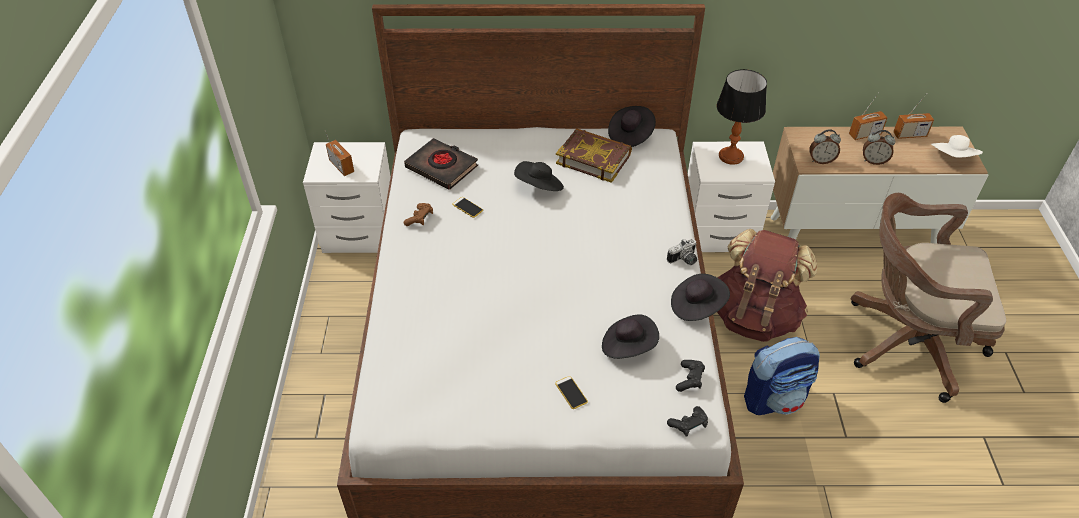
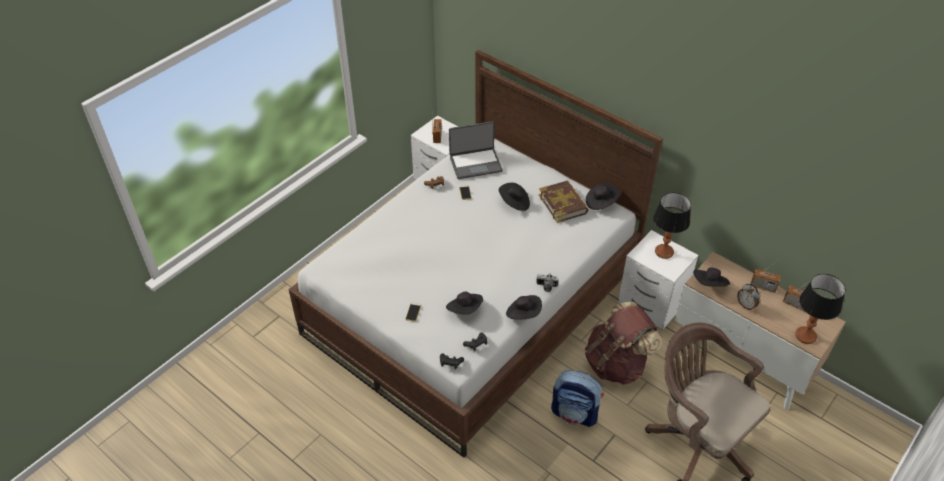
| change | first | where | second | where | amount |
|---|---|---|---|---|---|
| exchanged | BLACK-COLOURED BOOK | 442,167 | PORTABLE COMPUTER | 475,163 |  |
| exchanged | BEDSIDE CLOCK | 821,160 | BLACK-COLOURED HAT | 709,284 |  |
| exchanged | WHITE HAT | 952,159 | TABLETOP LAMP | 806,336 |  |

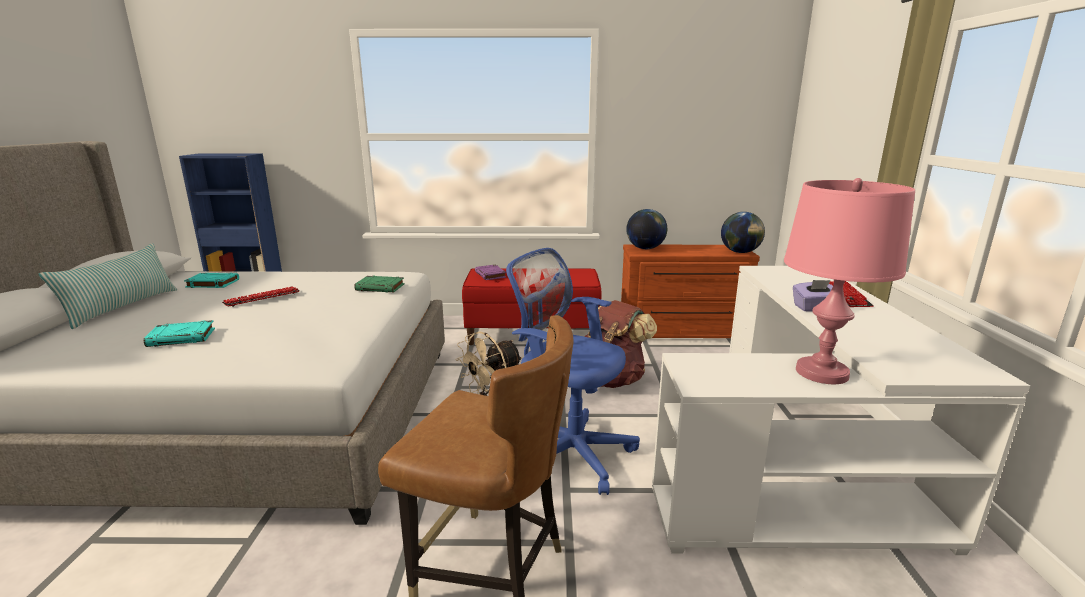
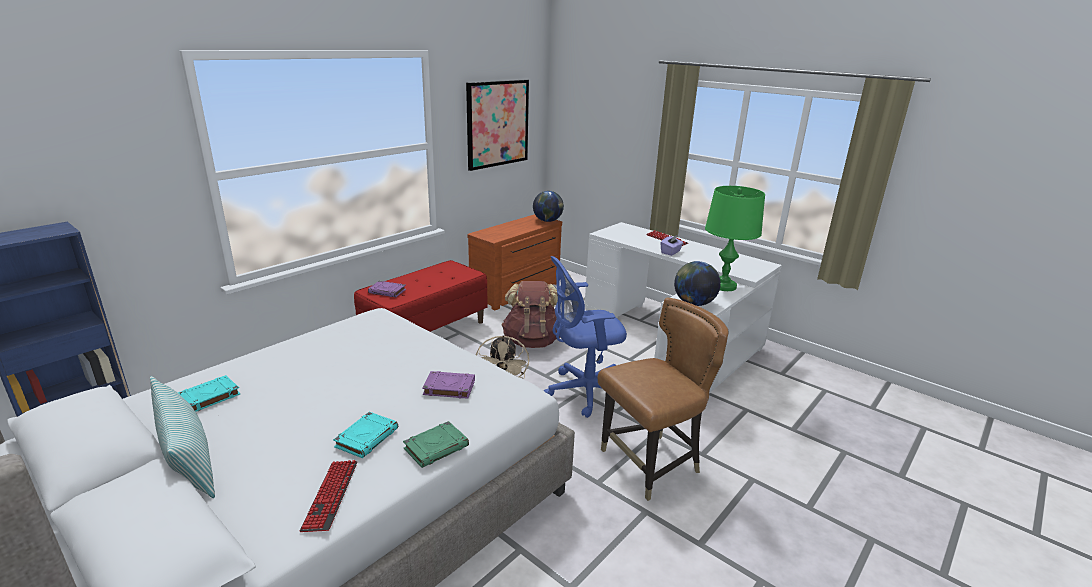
| change | first | where | second | where | amount |
|---|---|---|---|---|---|
| relocated | PC KEYBOARD | 262,298 |  | 330,496 |  |
| relocated | GREEN-COLOURED BOOK | 381,287 |  | 436,447 |  |
| relocated | GLOBE | 645,248 |  | 693,303 |  |
| colour | PINKISH TABLETOP LAMP | 822,373 | GREEN-COLOURED TABLETOP LAMP | 723,286 |  |
| appeared |  |  | PURPLE-COLOURED BOOK | 448,388 |  |
| appeared |  |  | WALL PICTURE | 497,123 |  |

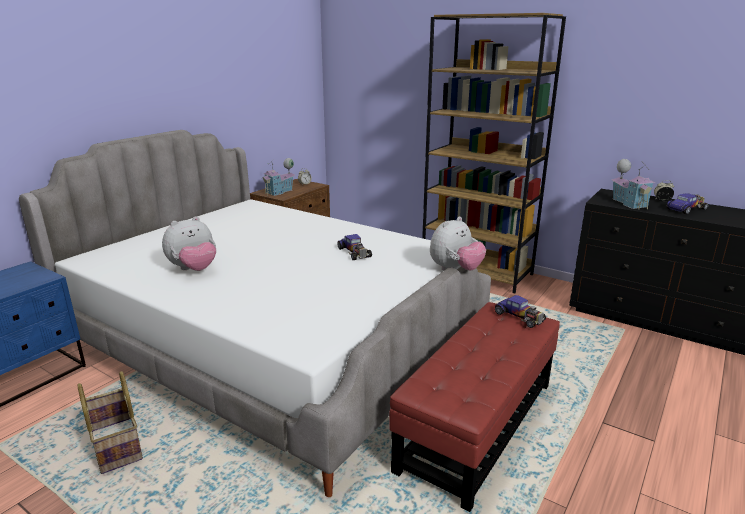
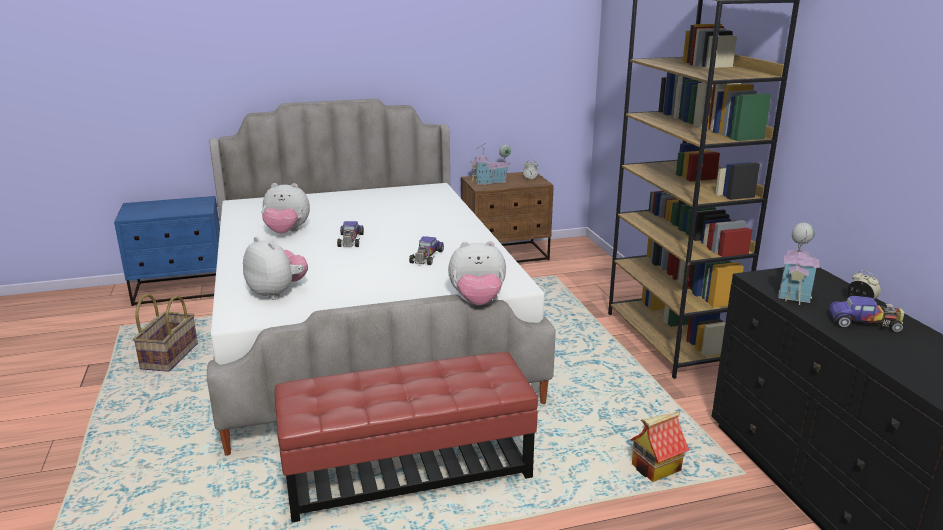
| change | first | where | second | where | amount |
|---|---|---|---|---|---|
| relocated | MODEL CAR | 519,316 |  | 350,240 |  |
| appeared |  |  | CUDDLY TOY | 277,293 |  |
| appeared |  |  | MODEL HOUSE | 656,469 |  |

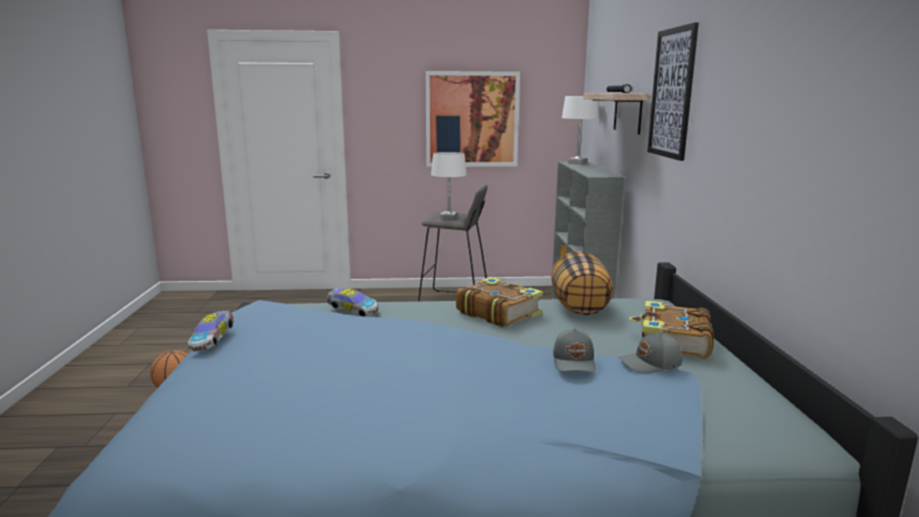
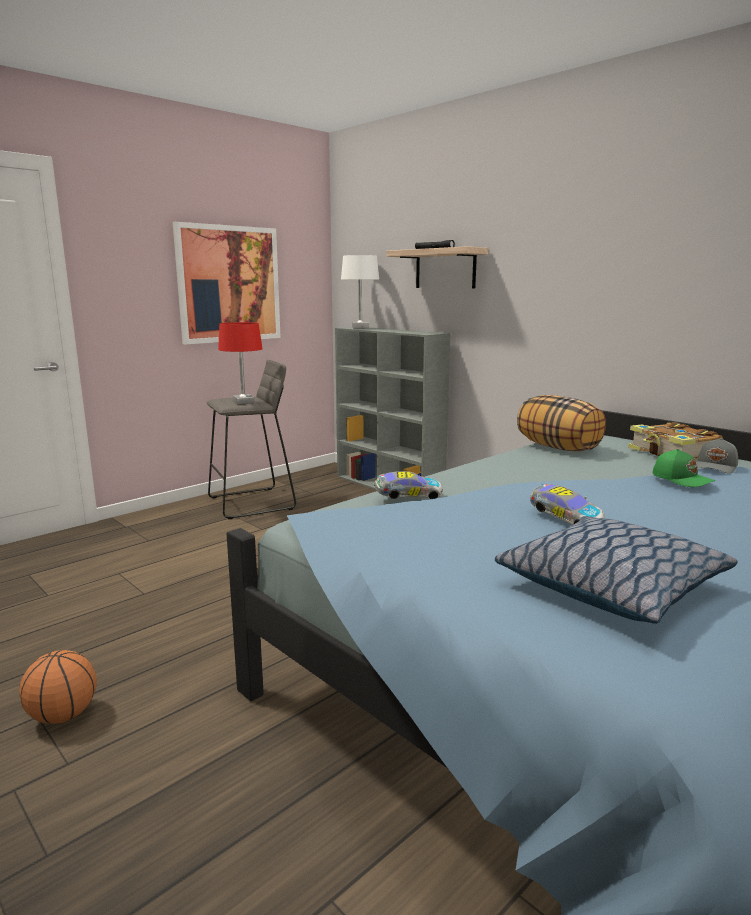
| change | first | where | second | where | amount |
|---|---|---|---|---|---|
| relocated | MODEL CAR | 213,340 |  | 564,519 |  |
| colour | WHITE TABLETOP LAMP | 449,218 | RED-COLOURED TABLETOP LAMP | 243,402 |  |
| missing | BOOK | 498,312 |  |  |  |
| colour | GREYISH BASEBALL CAP | 575,362 | GREEN-COLOURED BASEBALL CAP | 682,479 |  |
| missing | WALL PICTURE | 672,93 |  |  |  |
| appeared |  |  | THROW PILLOW | 610,586 |  |

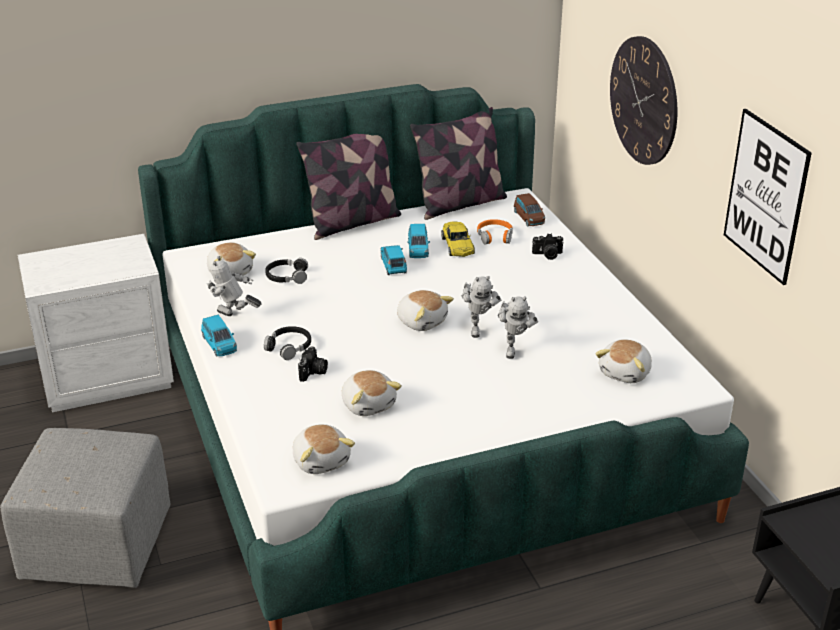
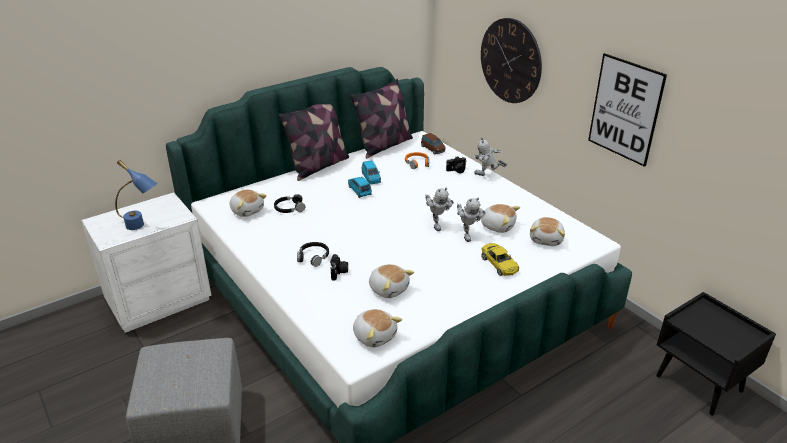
| change | first | where | second | where | amount |
|---|---|---|---|---|---|
| missing | BLUE-COLOURED MODEL CAR | 219,344 |  |  |  |
| relocated | MODEL ROBOT | 234,318 |  | 487,176 |  |
| relocated | CUDDLY TOY | 422,321 |  | 498,226 |  |
| relocated | YELLOW-COLOURED MODEL CAR | 457,245 |  | 499,264 |  |
| appeared |  |  | BLUE-COLOURED TABLETOP LAMP | 142,227 |  |

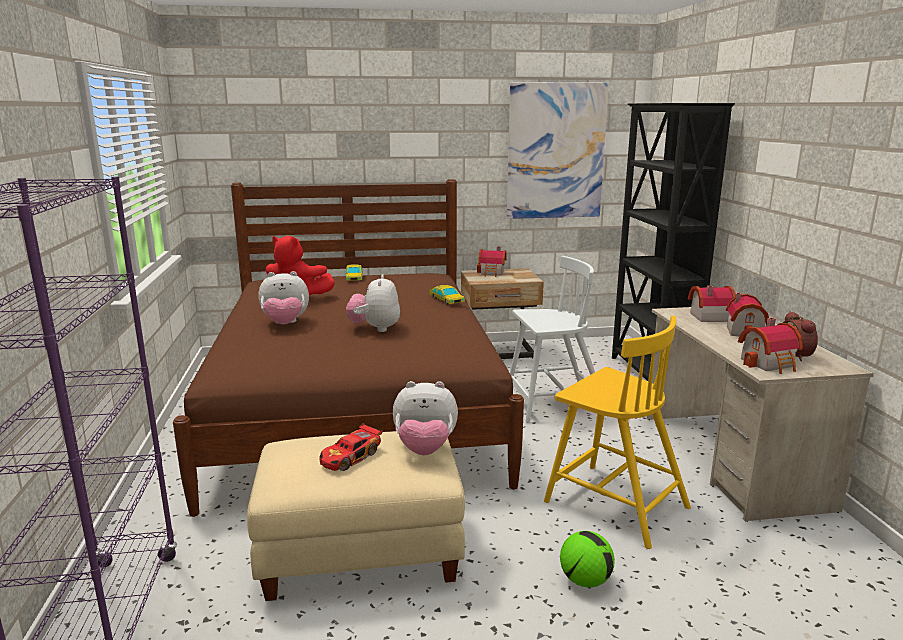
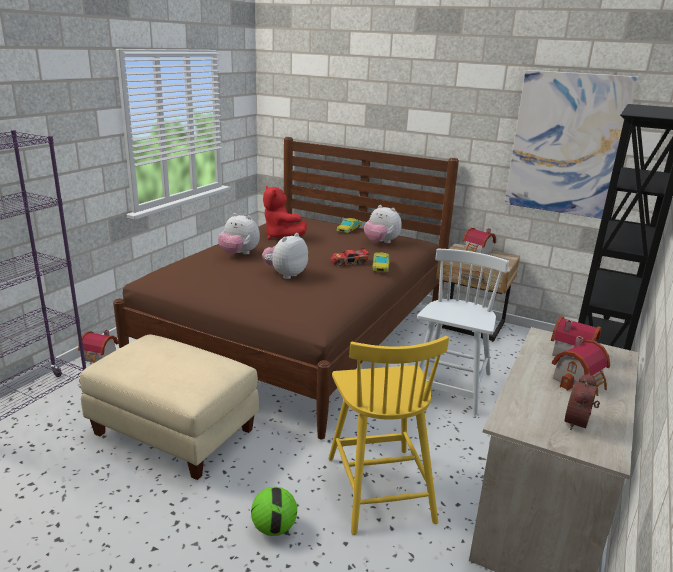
| change | first | where | second | where | amount |
|---|---|---|---|---|---|
| relocated | MODEL CAR | 351,457 |  | 349,262 |  |
| relocated | CUDDLY TOY | 425,449 |  | 381,242 |  |
| spun | WHITE UPRIGHT CHAIR | 553,404 |  | 451,387 | 90 degrees counterclockwise |
| relocated | MODEL HOUSE | 770,363 |  | 99,358 |  |

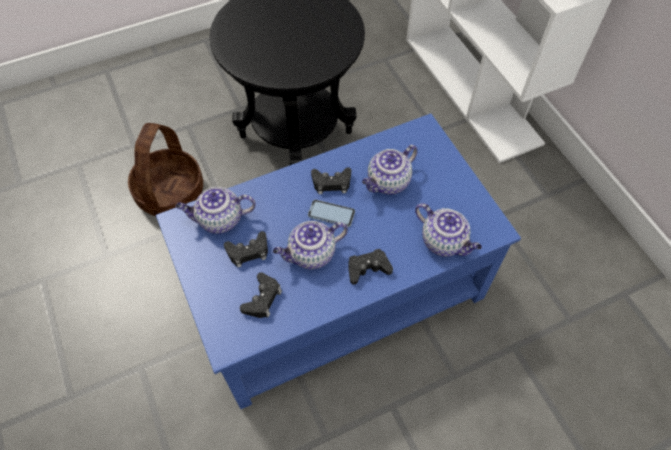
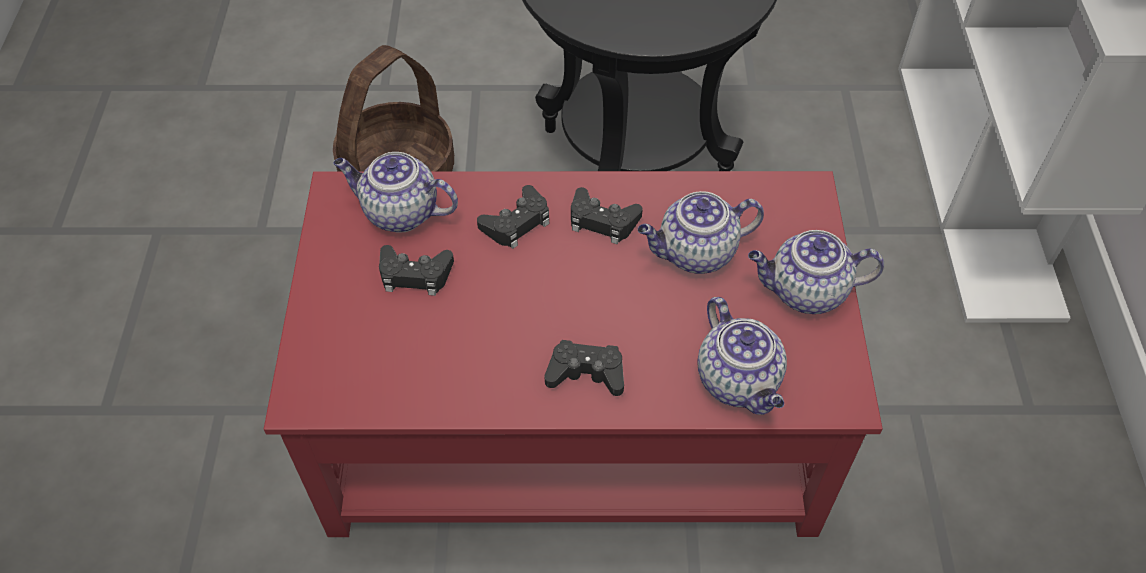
| change | first | where | second | where | amount |
|---|---|---|---|---|---|
| colour | BLUE-COLOURED LOUNGE TABLE | 334,289 | RED-COLOURED LOUNGE TABLE | 570,416 |  |
| relocated | BLACK-COLOURED GAME CONTROLLER | 262,299 |  | 517,223 |  |
| relocated | TEA POT | 311,255 |  | 805,292 |  |
| missing | PHONE | 331,214 |  |  |  |

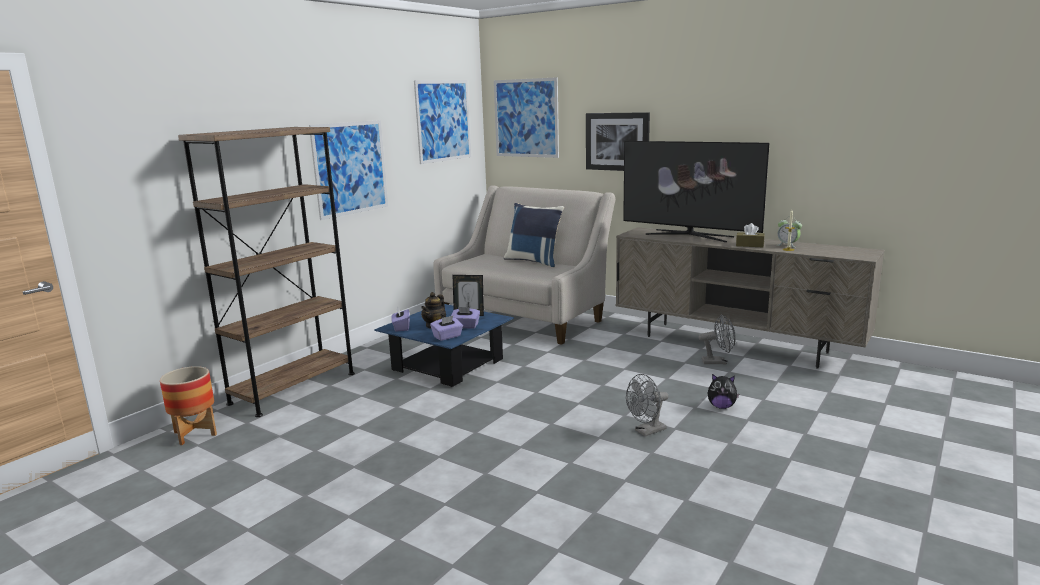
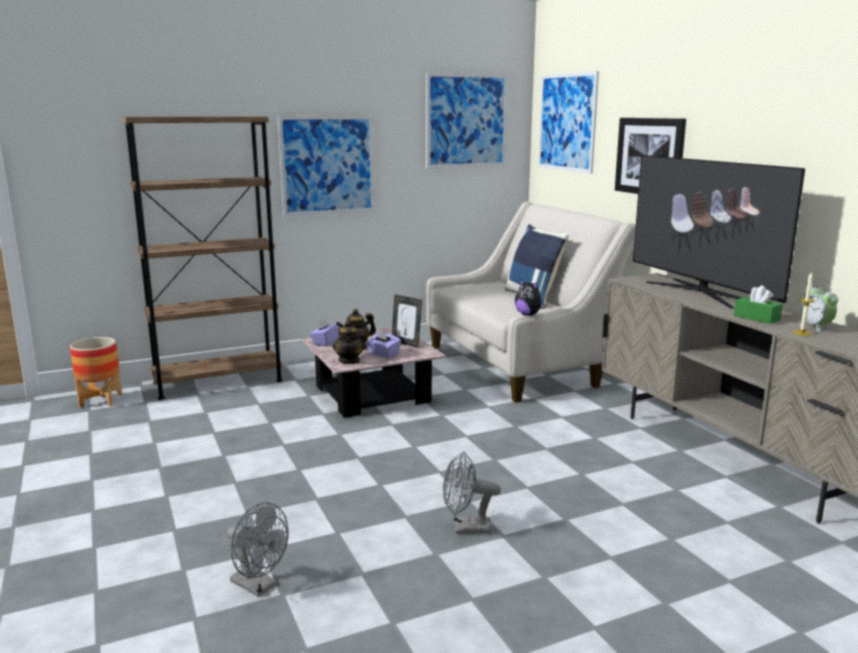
| change | first | where | second | where | amount |
|---|---|---|---|---|---|
| colour | BLUE-COLOURED LOUNGE TABLE | 448,364 | PINKISH LOUNGE TABLE | 372,394 |  |
| exchanged | PURPLE-COLOURED TISSUE BOX | 447,337 | TEA POT | 349,361 |  |
| relocated | GREYISH ELECTRIC FAN | 718,362 |  | 259,586 |  |
| relocated | CUDDLY TOY | 721,406 |  | 528,315 |  |
| colour | BROWNISH TISSUE BOX | 749,245 | GREEN-COLOURED TISSUE BOX | 756,318 |  |

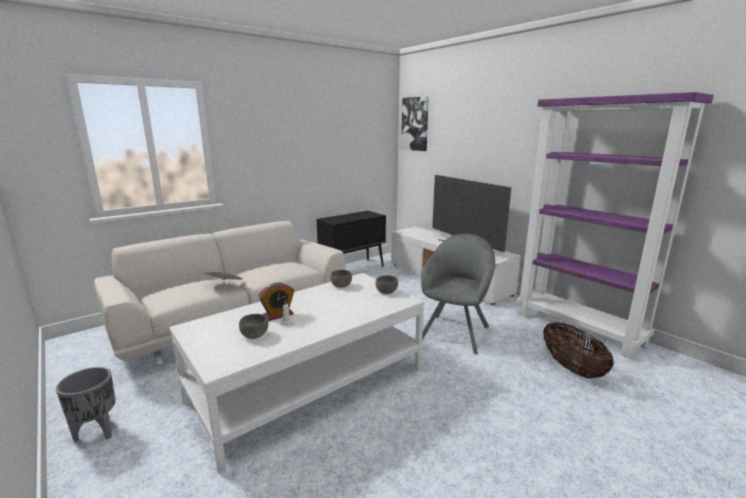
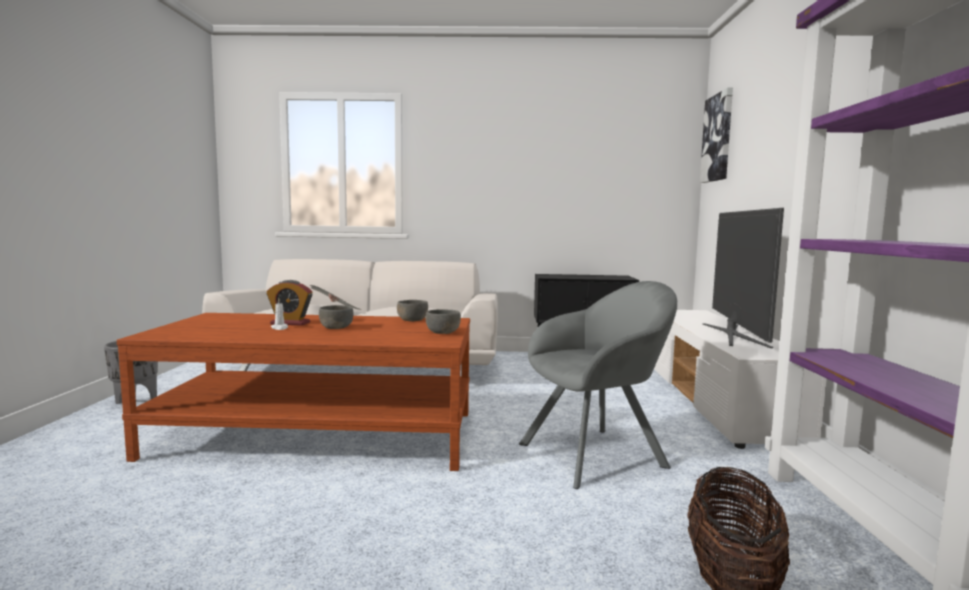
| change | first | where | second | where | amount |
|---|---|---|---|---|---|
| colour | WHITE LOUNGE TABLE | 310,384 | BROWNISH LOUNGE TABLE | 319,435 |  |
| relocated | GREYISH BOWL | 254,335 |  | 336,327 |  |

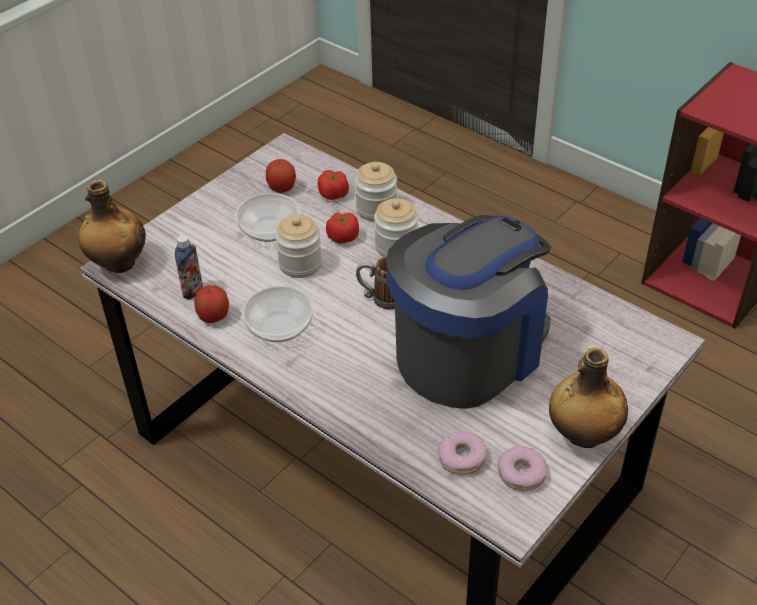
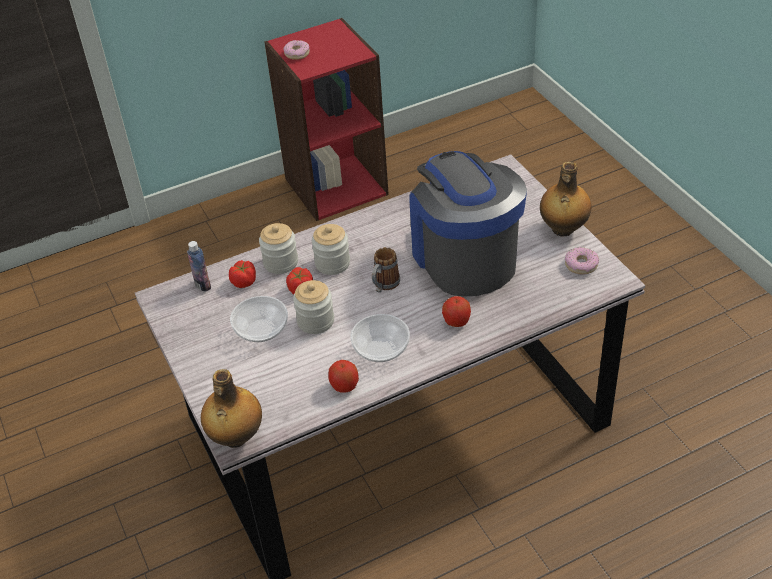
| change | first | where | second | where | amount |
|---|---|---|---|---|---|
| relocated | BEVERAGE BOTTLE | 193,291 |  | 202,285 |  |
| relocated | APPLE | 282,188 |  | 456,322 |  |
| relocated | DOUGHNUT | 462,458 |  | 297,54 |  |

